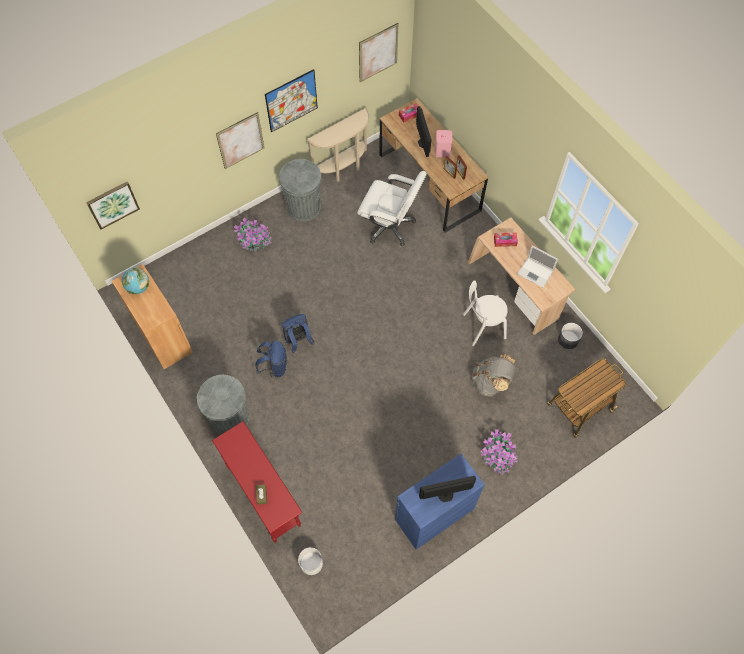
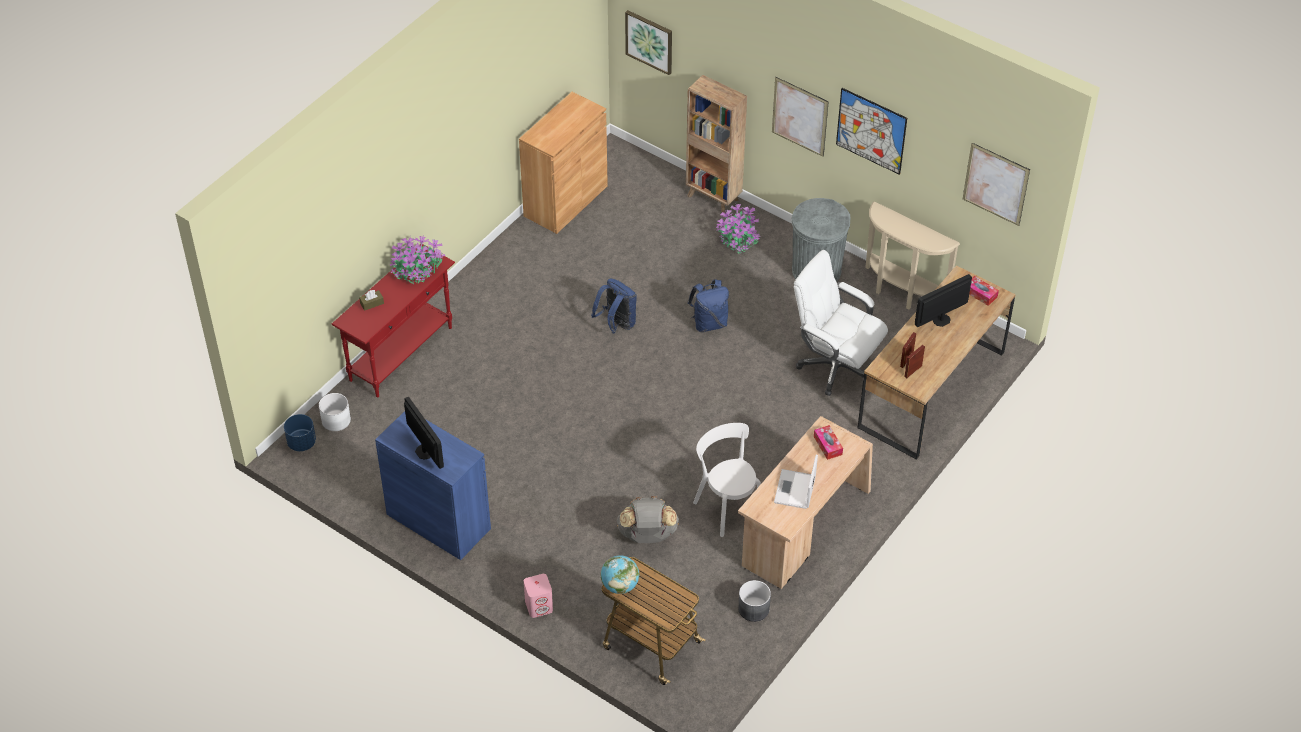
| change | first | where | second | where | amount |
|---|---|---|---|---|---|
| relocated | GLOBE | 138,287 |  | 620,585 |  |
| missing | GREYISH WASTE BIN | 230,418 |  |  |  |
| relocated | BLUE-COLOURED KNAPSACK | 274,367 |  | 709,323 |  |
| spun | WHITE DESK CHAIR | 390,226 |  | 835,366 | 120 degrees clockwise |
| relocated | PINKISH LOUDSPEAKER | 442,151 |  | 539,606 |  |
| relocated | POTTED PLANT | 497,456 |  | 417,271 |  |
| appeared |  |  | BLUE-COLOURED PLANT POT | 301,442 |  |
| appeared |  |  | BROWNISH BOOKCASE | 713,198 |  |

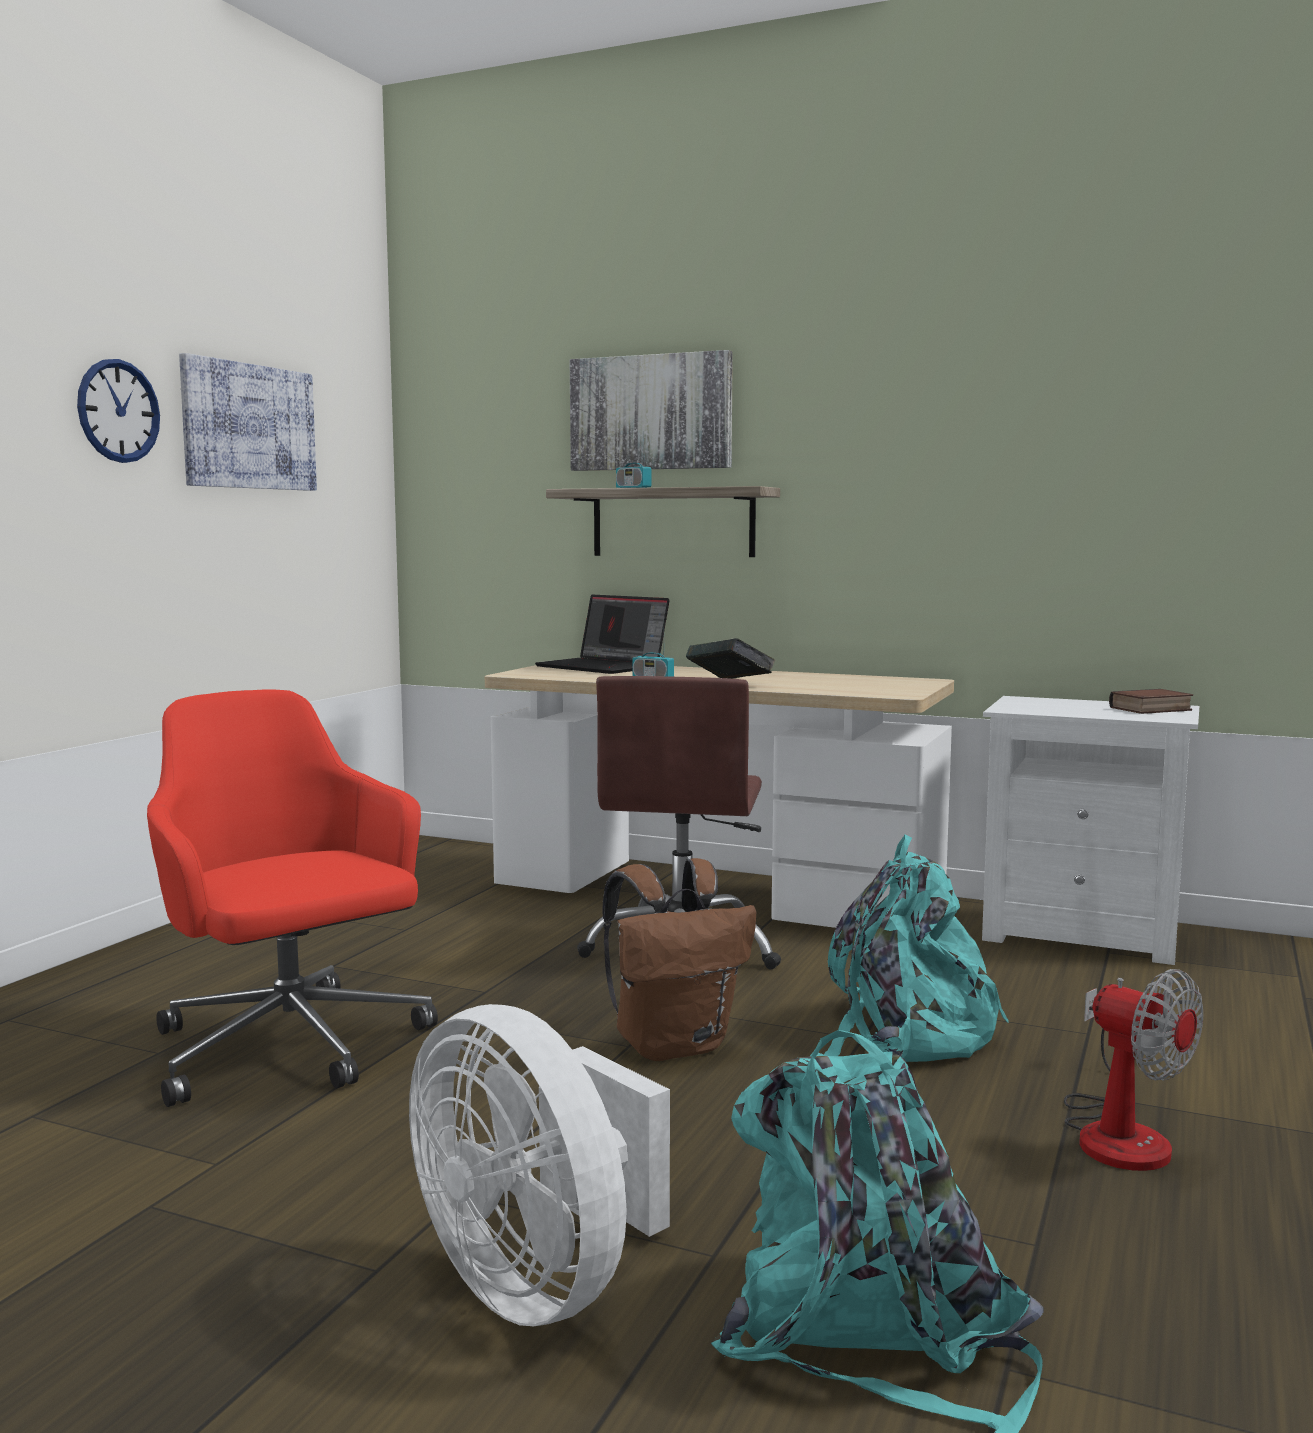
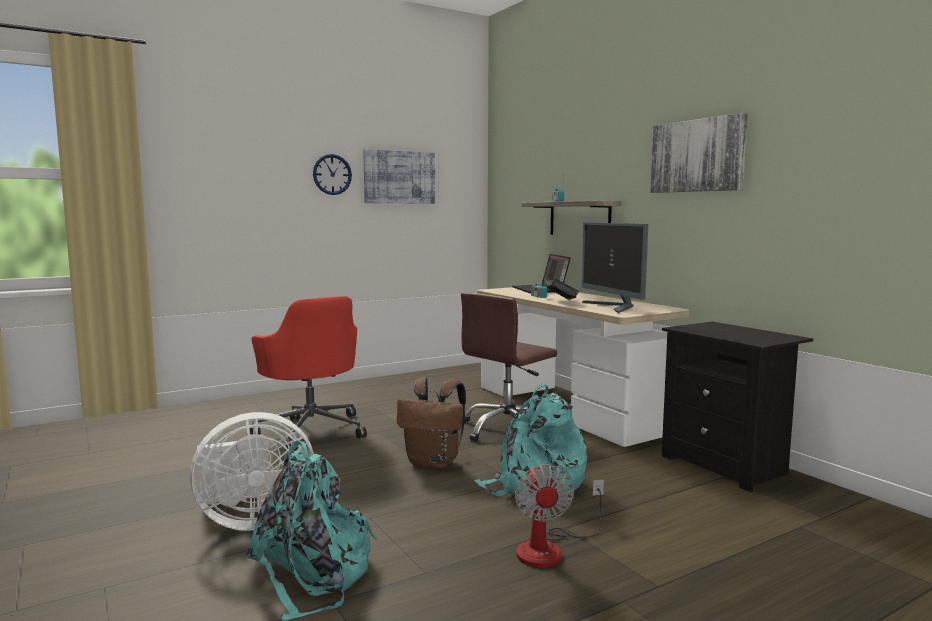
| change | first | where | second | where | amount |
|---|---|---|---|---|---|
| spun | RED-COLOURED DESK CHAIR | 290,1047 |  | 311,430 | 150 degrees clockwise |
| spun | WHITE ELECTRIC FAN | 538,1282 |  | 251,521 | 105 degrees counterclockwise |
| relocated | WALL PICTURE | 651,413 |  | 697,156 |  |
| colour | WHITE NIGHTSTAND | 1083,934 | BLACK-COLOURED NIGHTSTAND | 727,466 |  |
| missing | BOOK | 1151,709 |  |  |  |
| appeared |  |  | COMPUTER DISPLAY | 613,307 |  |

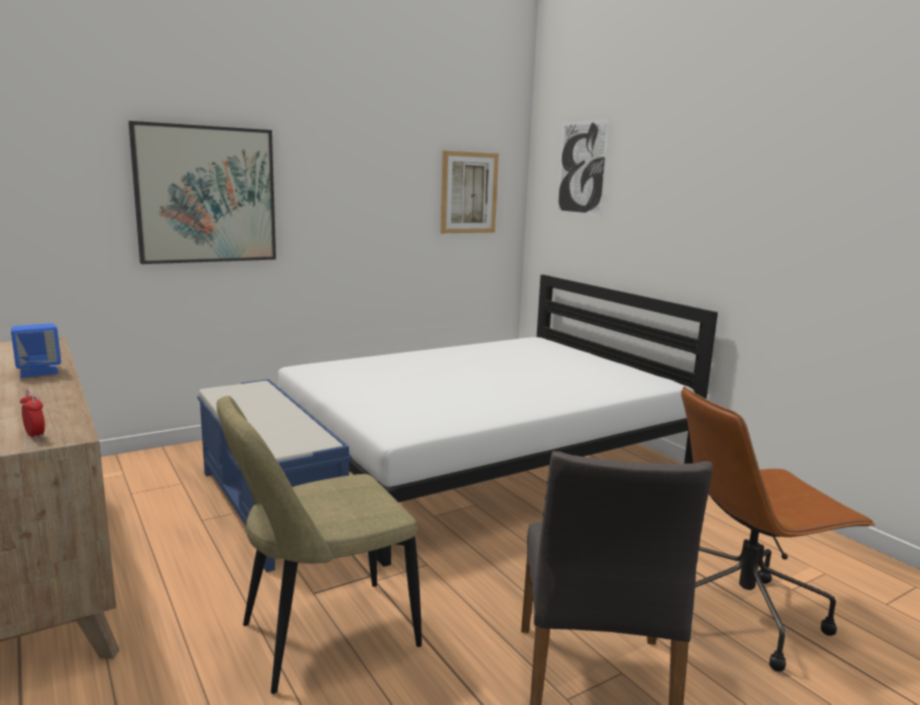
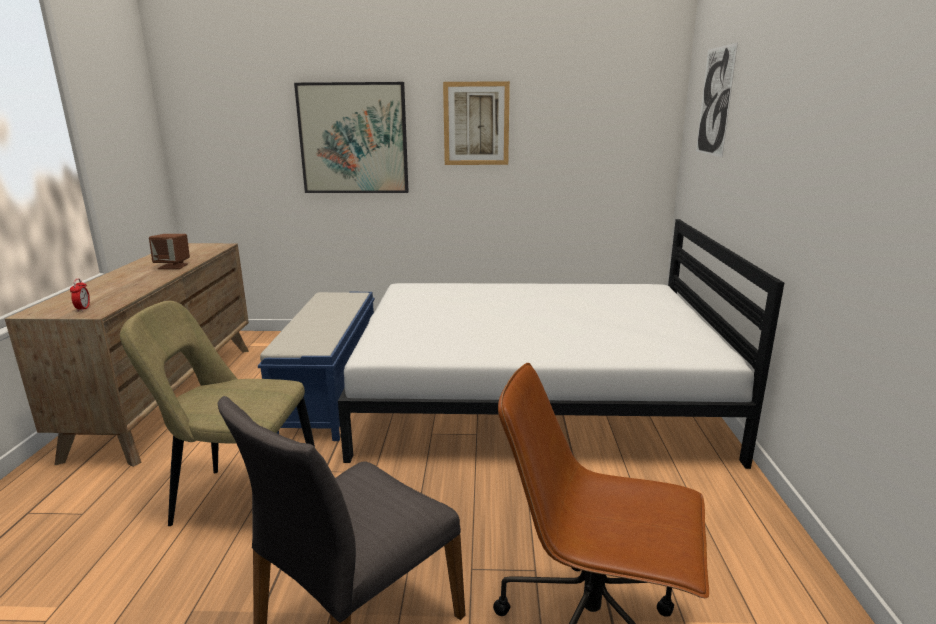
| change | first | where | second | where | amount |
|---|---|---|---|---|---|
| colour | BLUE-COLOURED LOUDSPEAKER | 39,372 | BROWNISH LOUDSPEAKER | 173,266 |  |
| relocated | WALL PICTURE | 469,193 |  | 476,124 |  |

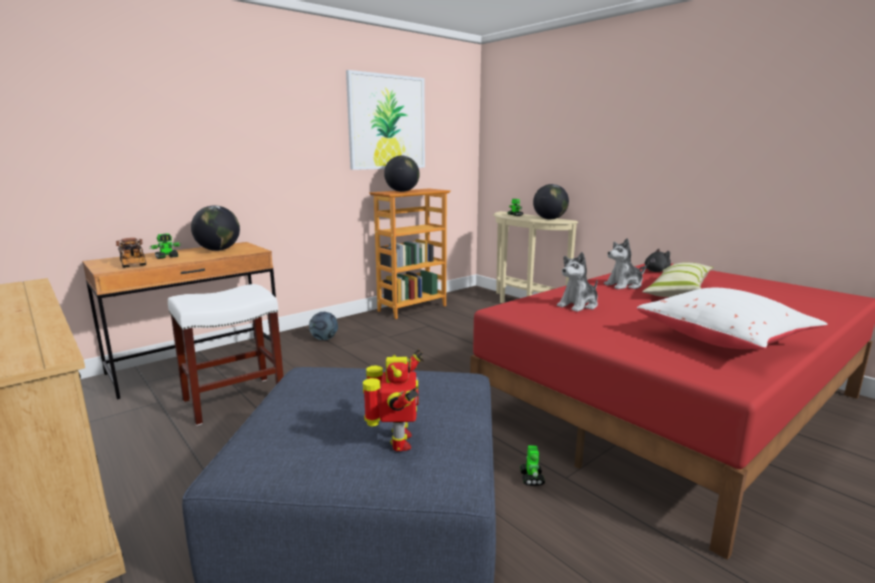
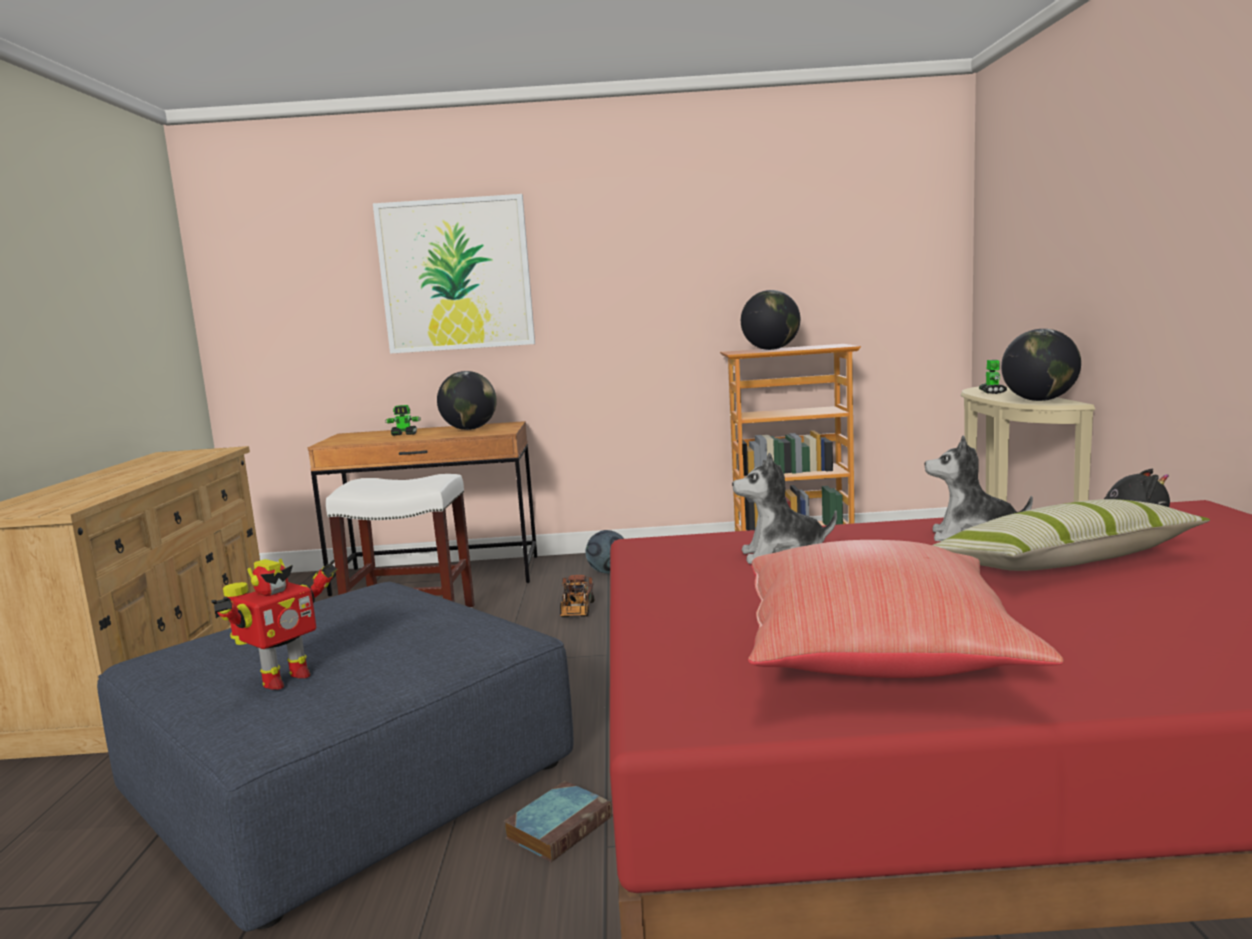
| change | first | where | second | where | amount |
|---|---|---|---|---|---|
| relocated | TOY LORRY | 133,264 |  | 577,611 |  |
| relocated | WALL PICTURE | 387,122 |  | 456,275 |  |
| exchanged | MODEL ROBOT | 531,478 | BOOK | 560,826 |  |
| colour | WHITE THROW PILLOW | 724,340 | RED-COLOURED THROW PILLOW | 880,658 |  |

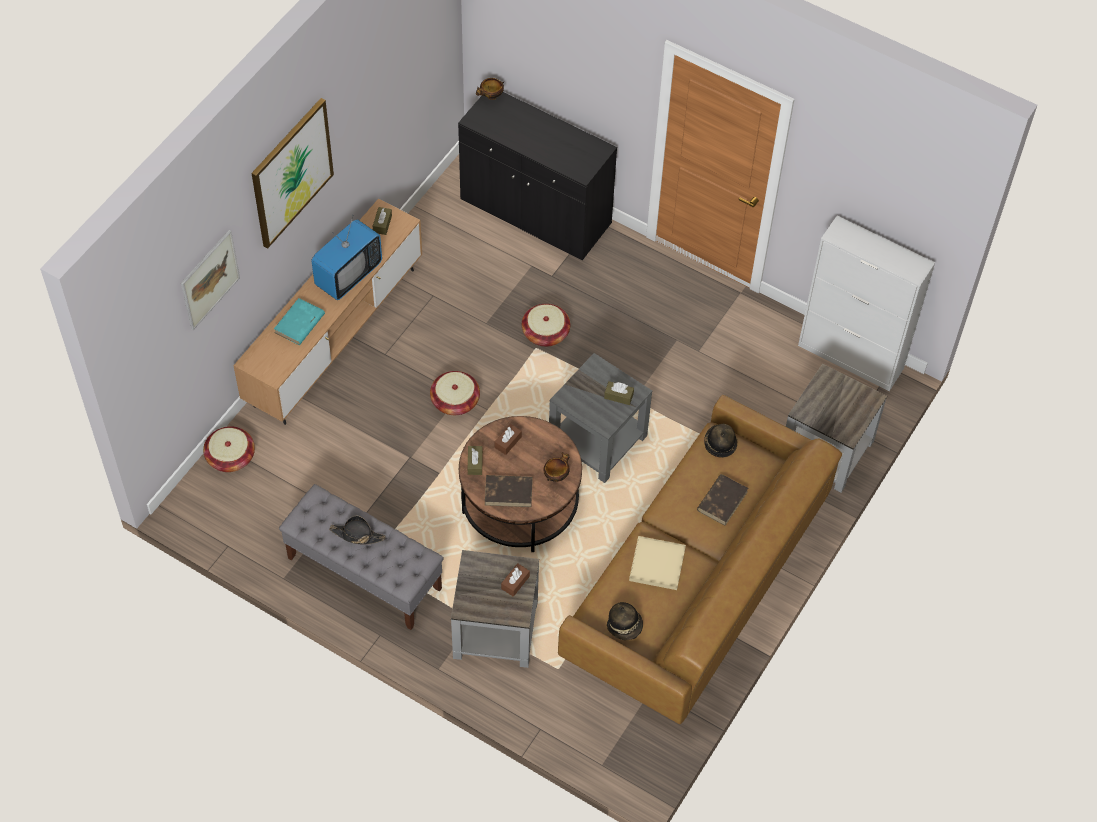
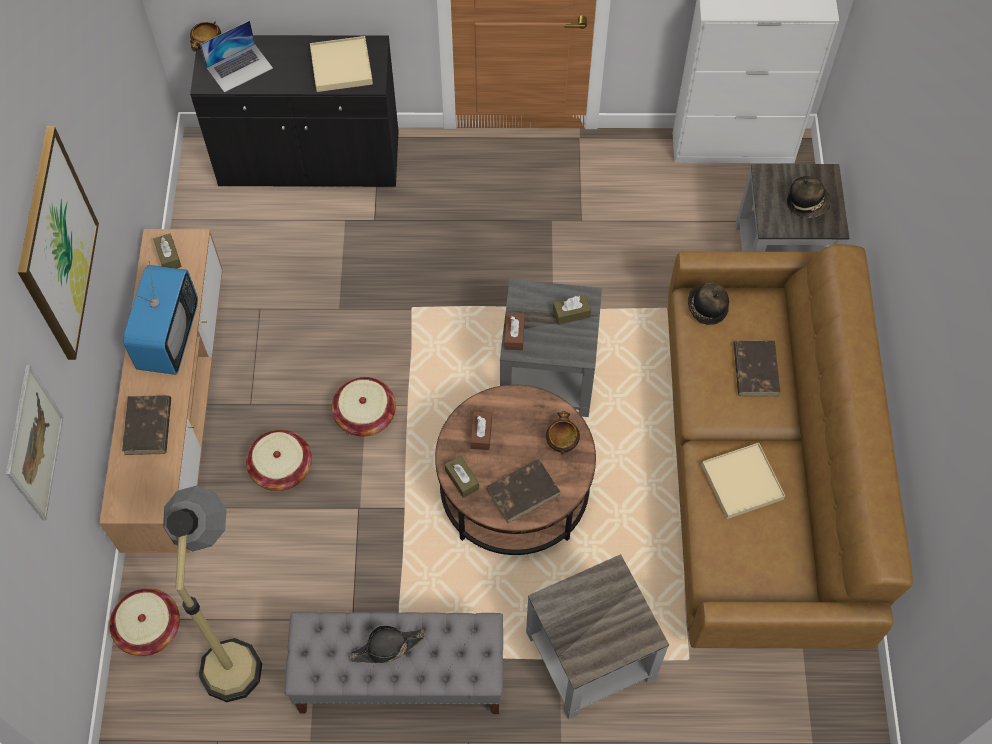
| change | first | where | second | where | amount |
|---|---|---|---|---|---|
| colour | BLUE-GREEN BOOK | 299,324 | BROWNISH BOOK | 148,427 |  |
| relocated | BROWNISH TISSUE BOX | 515,582 |  | 514,335 |  |
| relocated | STORAGE BASKET | 545,333 |  | 281,468 |  |
| relocated | HAT | 625,626 |  | 807,203 |  |
| appeared |  |  | STANDARD LAMP | 235,642 |  |
| appeared |  |  | PORTABLE COMPUTER | 239,67 |  |
| appeared |  |  | SAND-COLOURED TRAY | 341,66 |  |

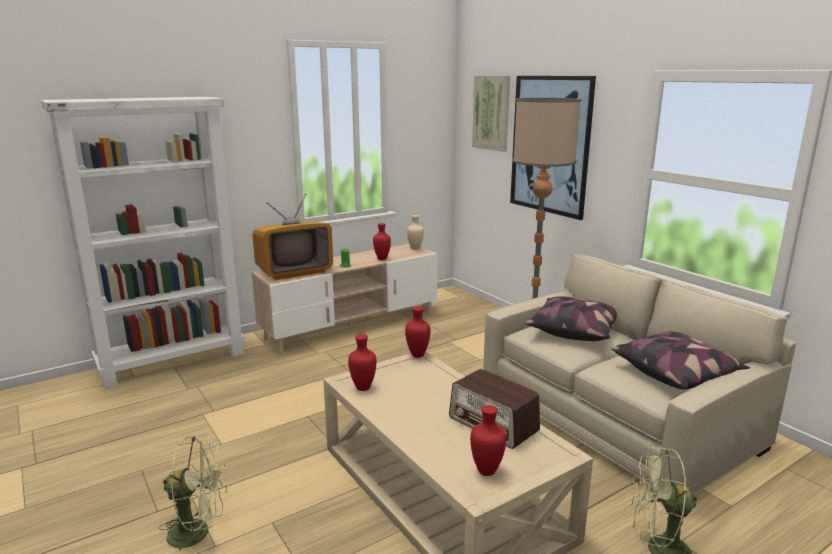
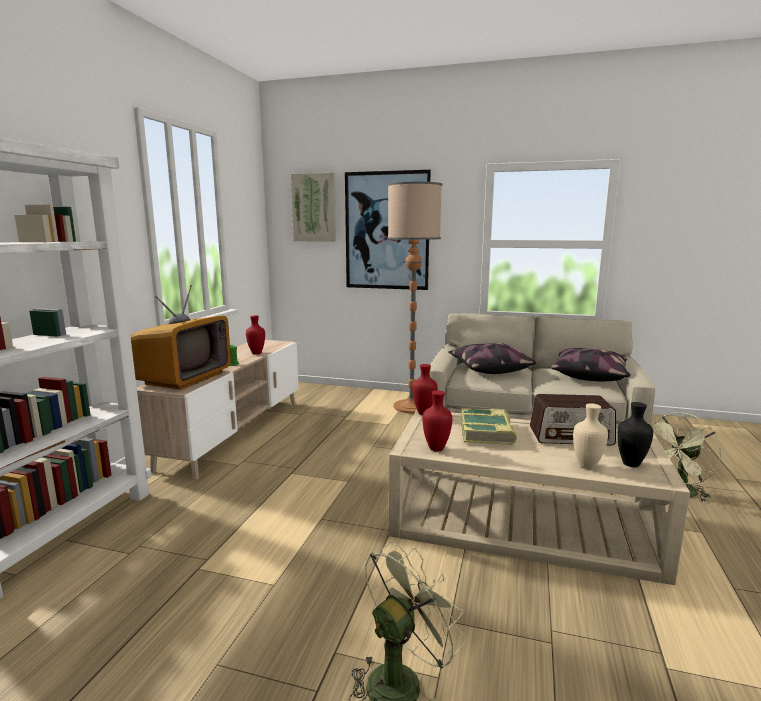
| change | first | where | second | where | amount |
|---|---|---|---|---|---|
| relocated | SAND-COLOURED DECORATIVE VASE | 415,248 |  | 586,466 |  |
| colour | RED-COLOURED DECORATIVE VASE | 485,471 | BLACK-COLOURED DECORATIVE VASE | 630,464 |  |
| appeared |  |  | BOOK | 487,432 |  |

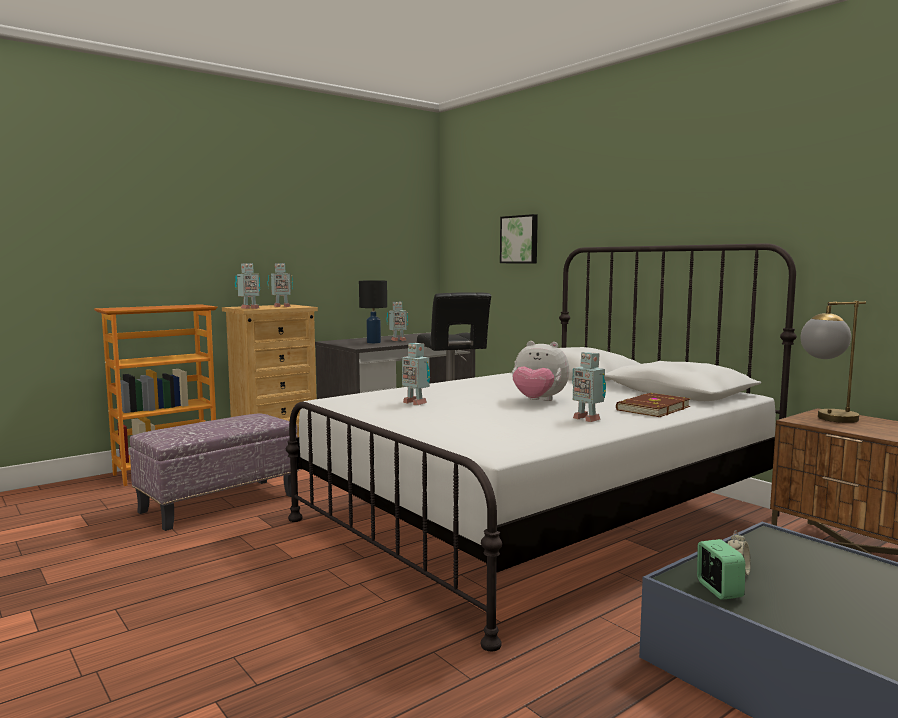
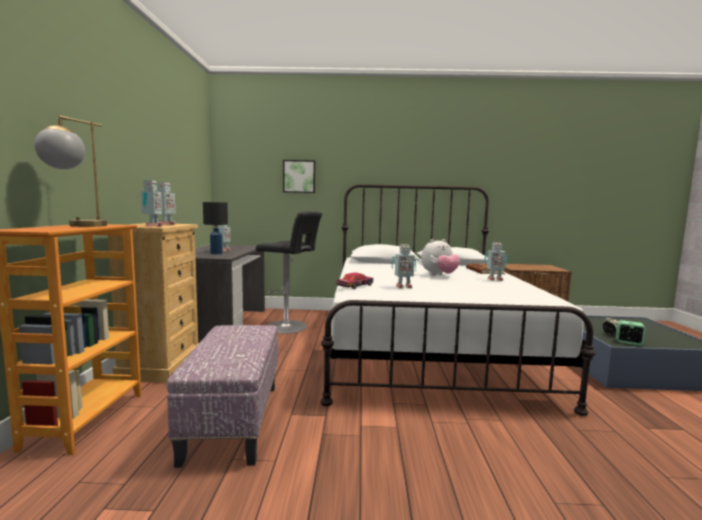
| change | first | where | second | where | amount |
|---|---|---|---|---|---|
| relocated | TABLETOP LAMP | 827,419 |  | 76,226 |  |
| appeared |  |  | MODEL CAR | 354,286 |  |

